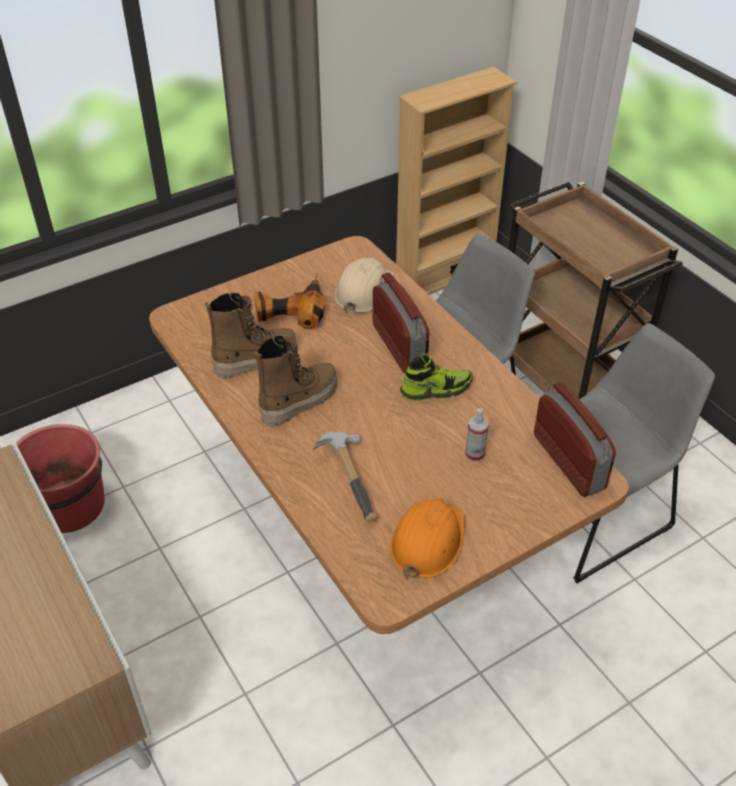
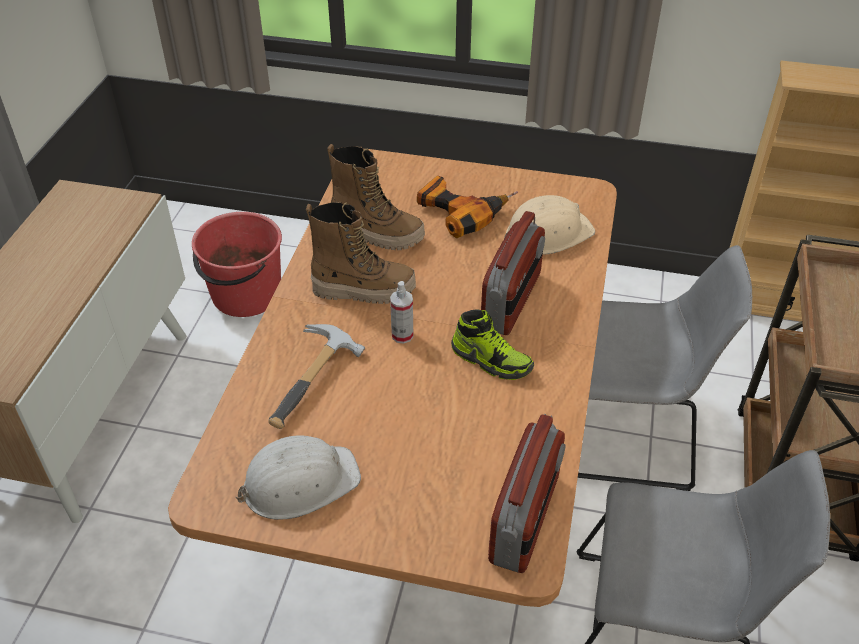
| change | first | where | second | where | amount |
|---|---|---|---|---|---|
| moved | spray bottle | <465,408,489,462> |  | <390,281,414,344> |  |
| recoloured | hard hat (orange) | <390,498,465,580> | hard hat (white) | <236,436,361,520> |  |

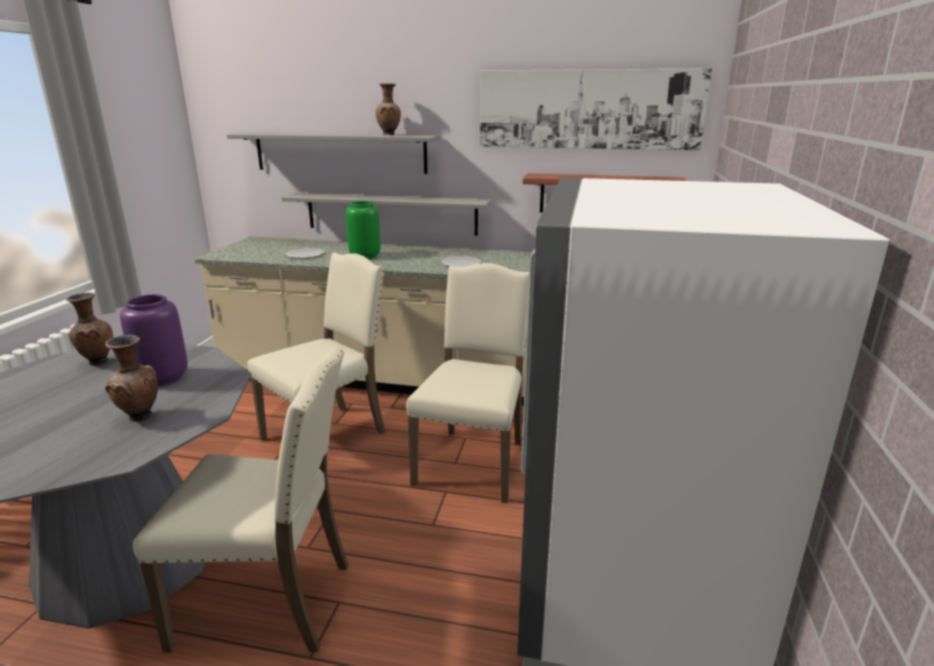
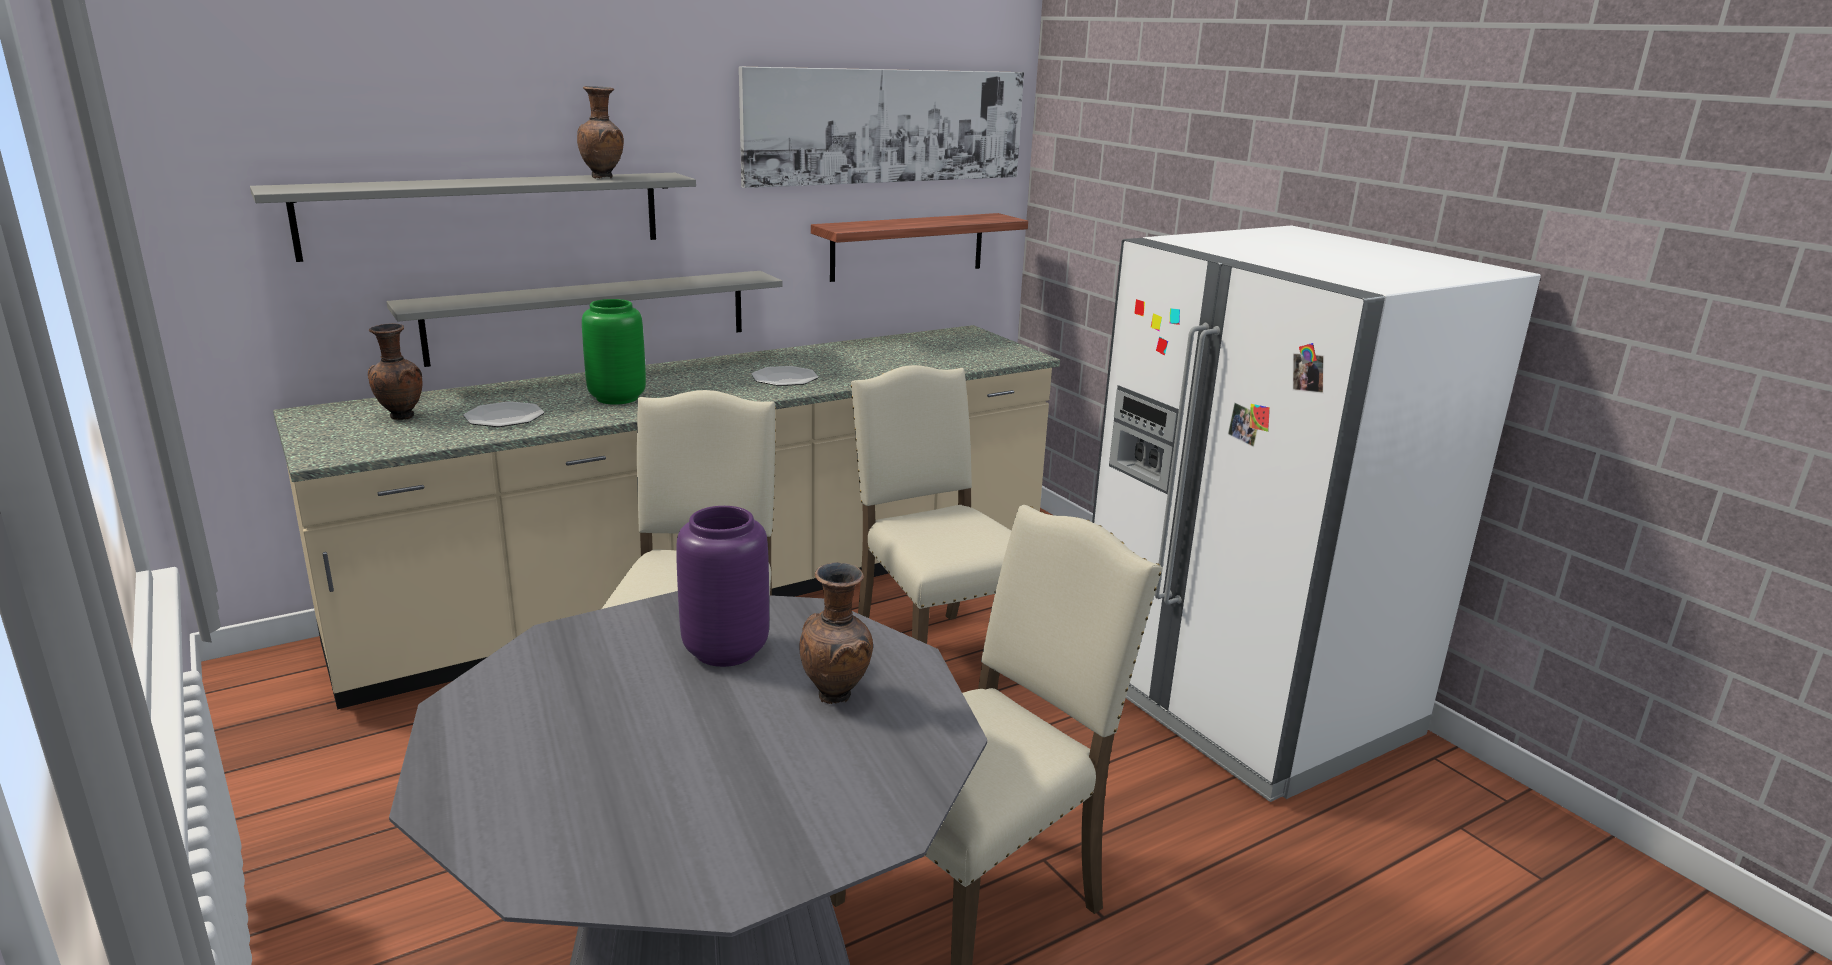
| change | first | where | second | where | amount |
|---|---|---|---|---|---|
| moved | vase (brown) | <66,293,113,366> |  | <368,323,423,420> |  |

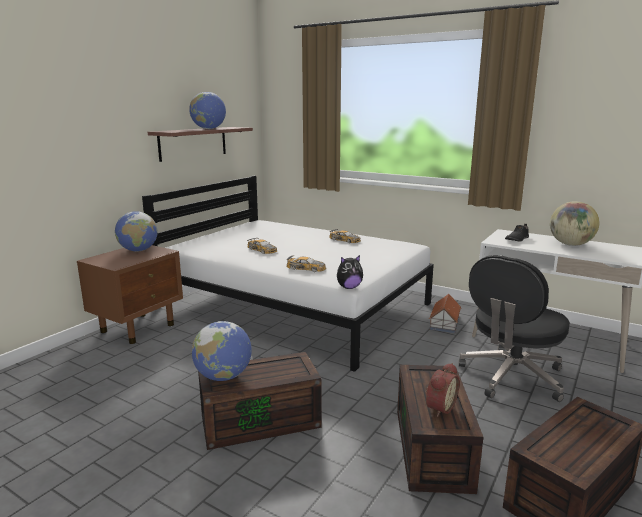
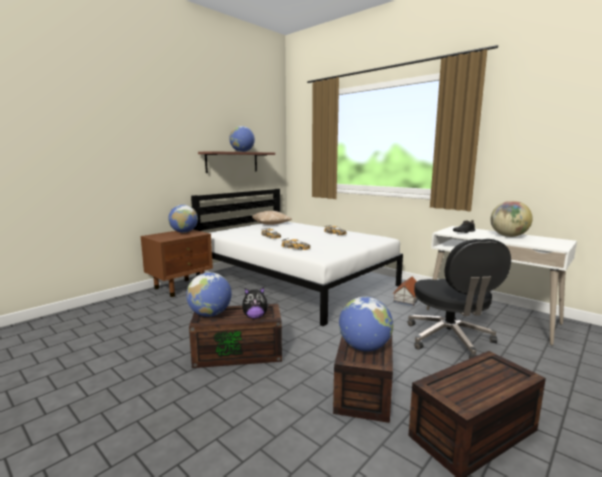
| change | first | where | second | where | amount |
|---|---|---|---|---|---|
| added |  |  | pillow | <252,211,292,225> |  |
| moved | plush toy | <336,255,363,289> |  | <242,288,269,319> |  |
| replaced | alarm clock | <425,363,460,417> | globe | <339,297,393,351> |  |
| turned | office chair (black) | <458,255,570,402> |  | <407,239,511,359> | 60 degrees counterclockwise |

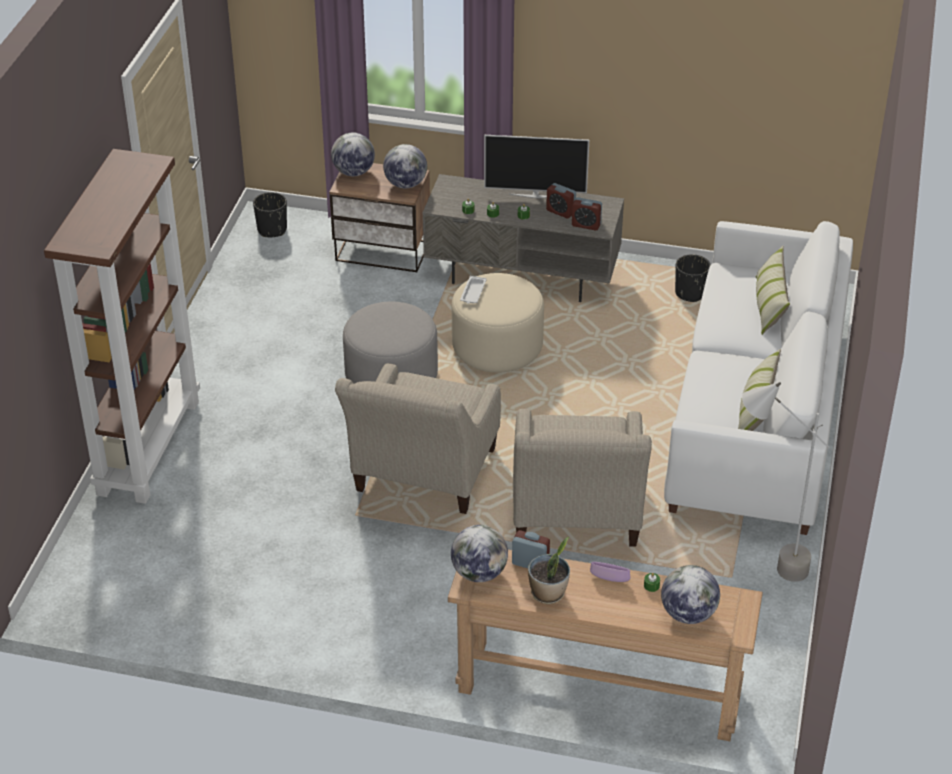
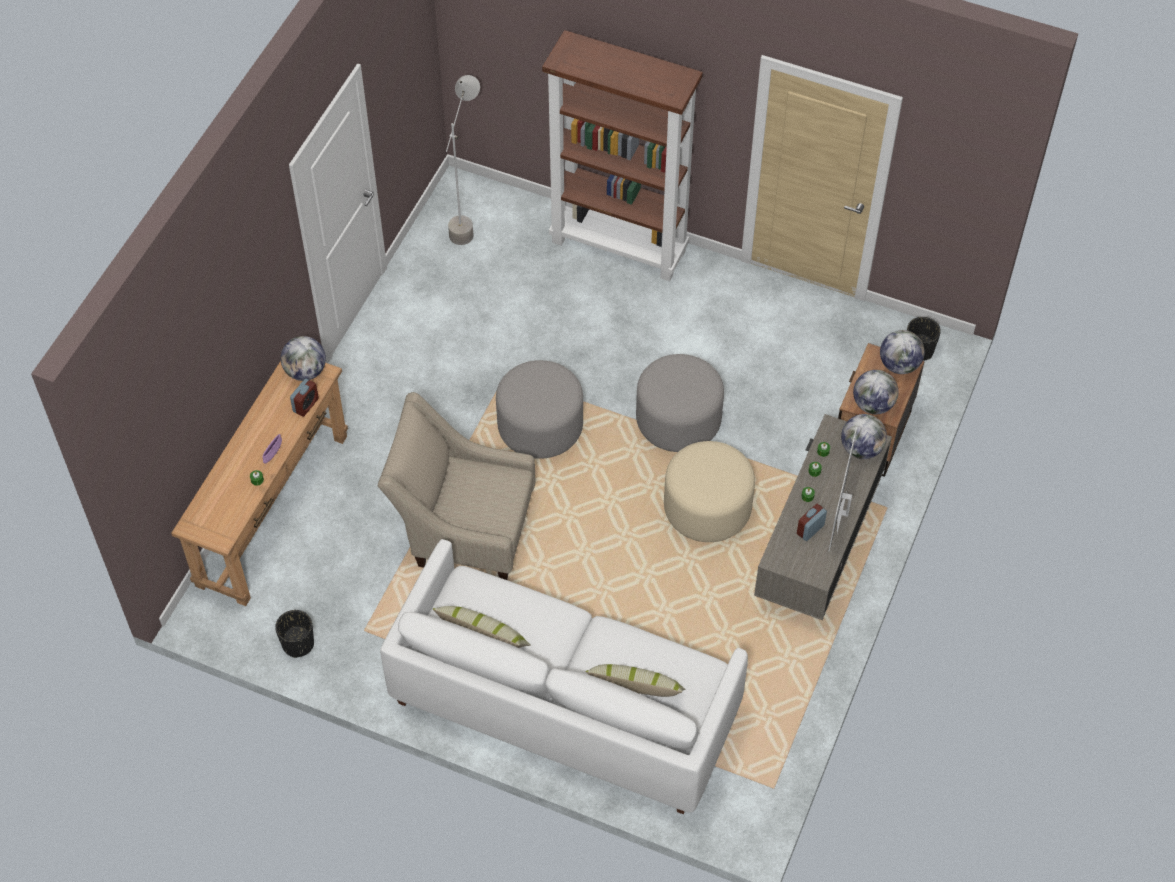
| change | first | where | second | where | amount |
|---|---|---|---|---|---|
| removed | tray (white) | <460,276,487,304> |  |  |  |
| removed | potted plant | <528,537,570,604> |  |  |  |
| removed | alarm clock | <572,197,602,230> |  |  |  |
| moved | globe | <661,565,720,624> |  | <841,414,887,459> |  |
| moved | planter (black) | <675,254,711,302> |  | <275,610,314,658> |  |
| moved | floor lamp (grey) | <742,382,829,582> |  | <446,75,480,245> |  |
| replaced | armchair (beige) | <335,363,501,514> | ottoman (grey) | <496,360,583,459> |  |

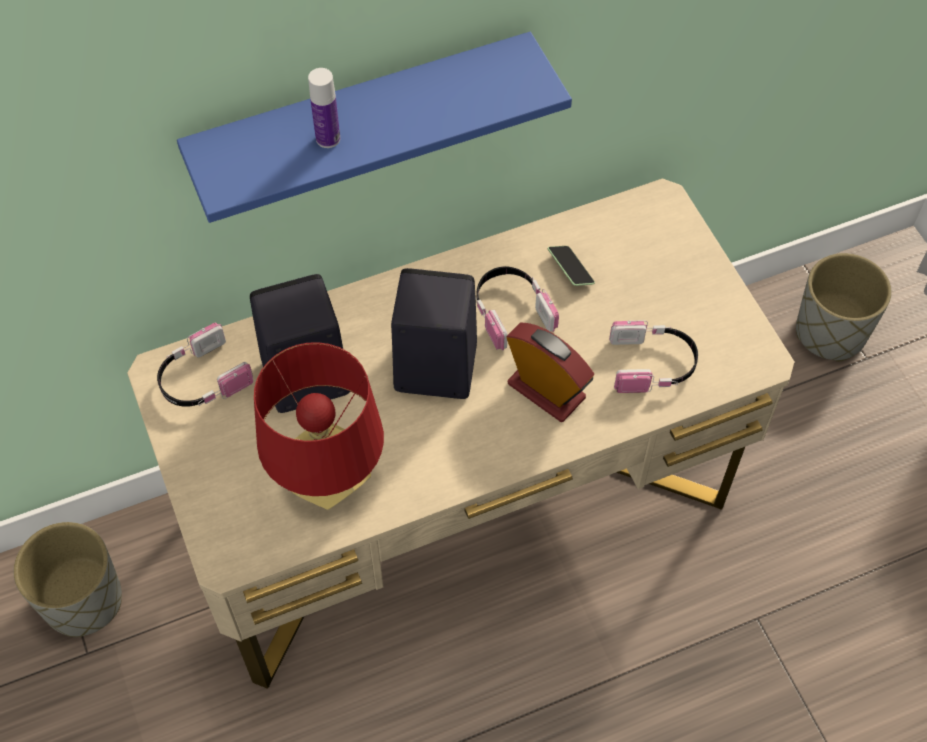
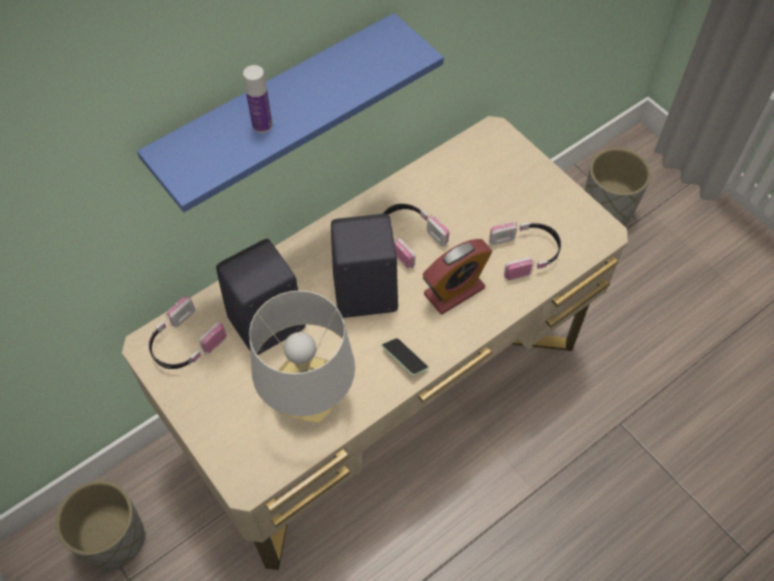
| change | first | where | second | where | amount |
|---|---|---|---|---|---|
| moved | phone | <548,246,595,286> |  | <381,338,428,376> |  |
| recoloured | table lamp (red) | <254,342,384,510> | table lamp (grey) | <249,290,355,423> |  |
| turned | alarm clock | <506,322,594,422> |  | <423,239,492,314> | 120 degrees clockwise |

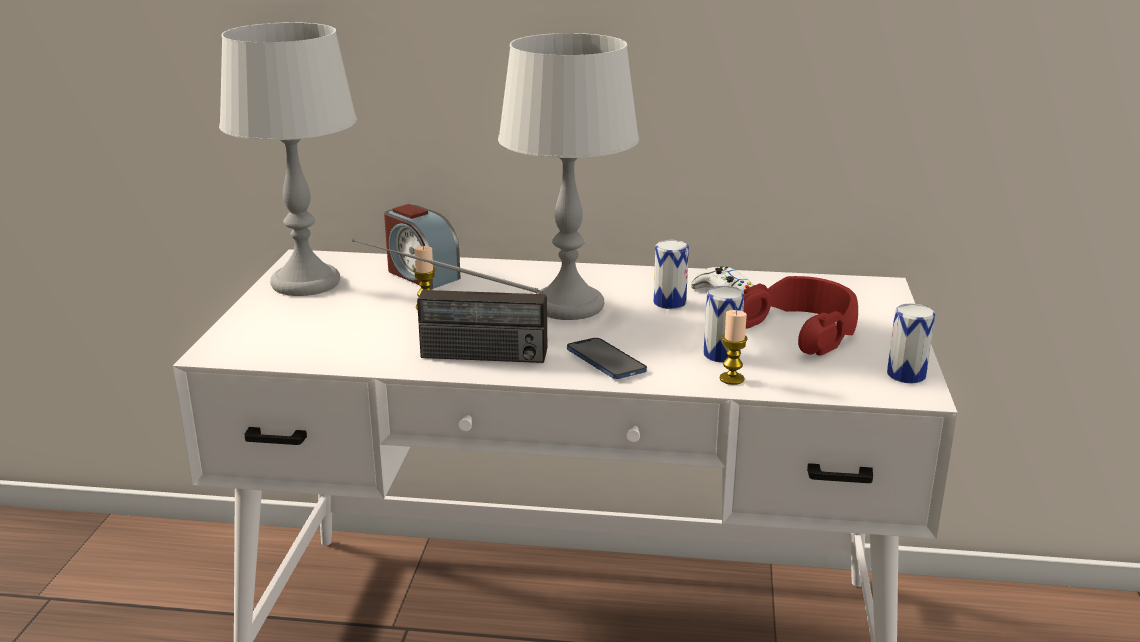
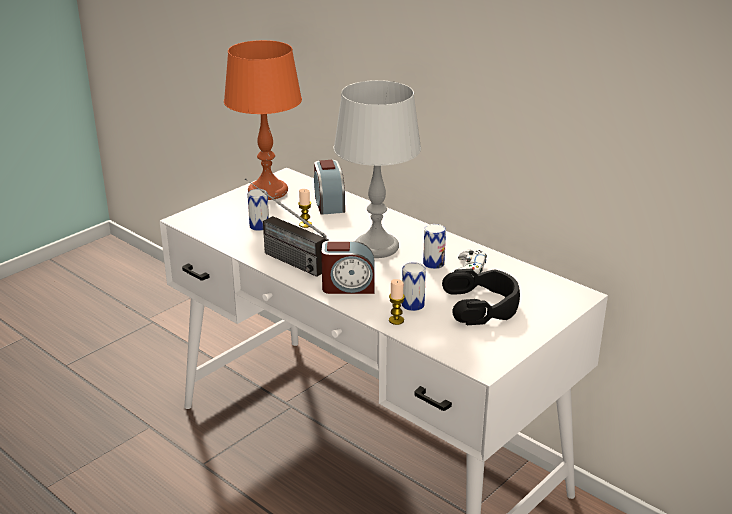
| change | first | where | second | where | amount |
|---|---|---|---|---|---|
| moved | can | <887,304,935,383> |  | <247,189,269,231> |  |
| replaced | phone | <567,338,647,379> | alarm clock | <321,241,375,294> |  |
| recoloured | table lamp (grey) | <219,22,357,296> | table lamp (orange) | <224,40,302,200> |  |
| recoloured | headphones (red) | <743,276,858,356> | headphones (black) | <442,269,520,325> |  |

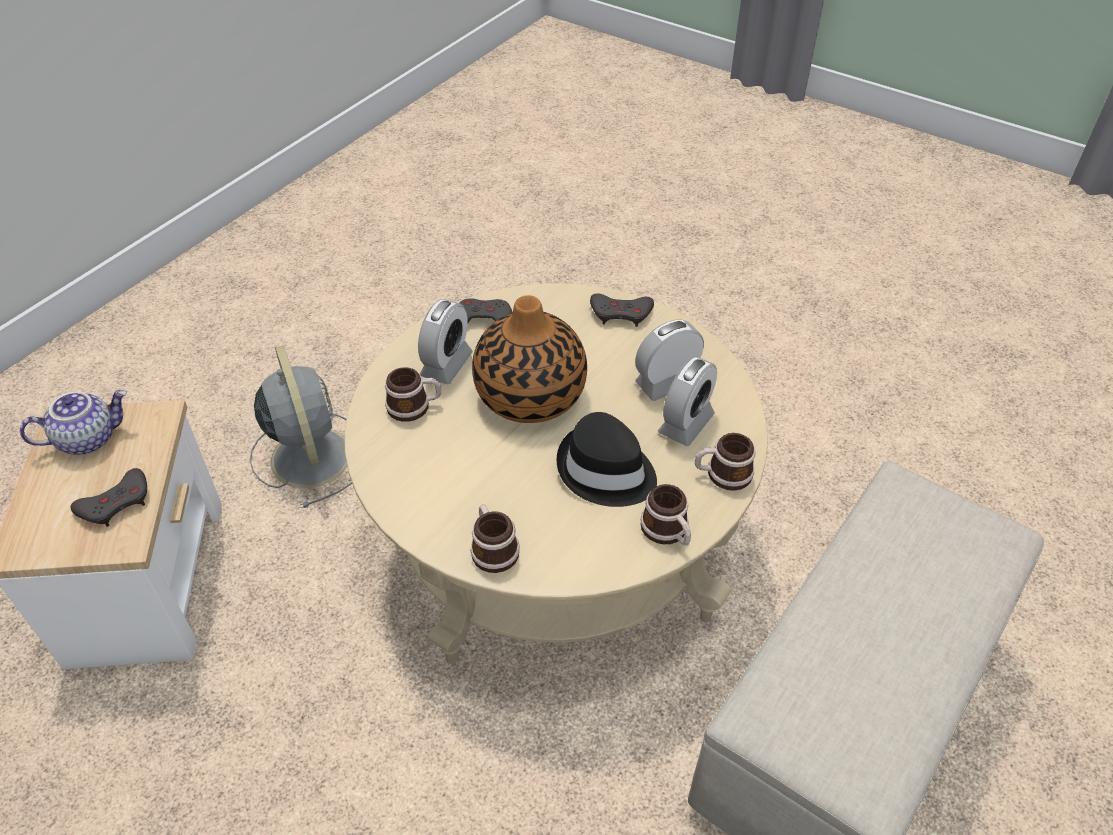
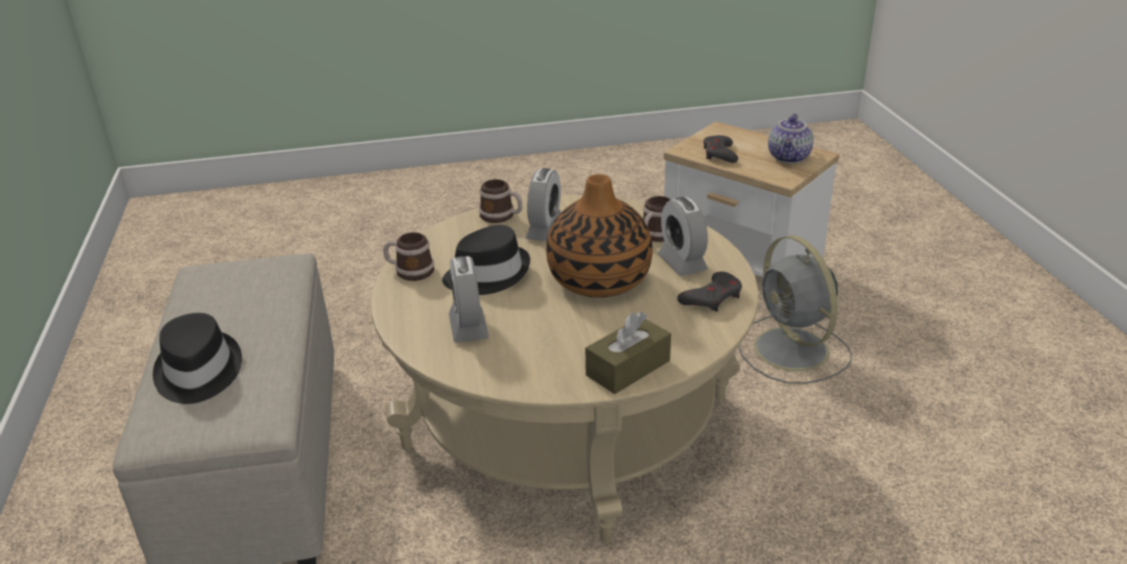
| change | first | where | second | where | amount |
|---|---|---|---|---|---|
| removed | mug | <695,433,755,491> |  |  |  |
| added |  |  | hat (black) | <153,313,242,404> |  |
| moved | alarm clock | <635,320,704,401> |  | <525,168,561,241> |  |
| replaced | game controller (grey) | <590,293,654,327> | tissue box (brown) | <585,312,671,394> |  |
| turned | fan (grey) | <249,345,352,508> |  | <738,235,852,384> | 45 degrees clockwise |

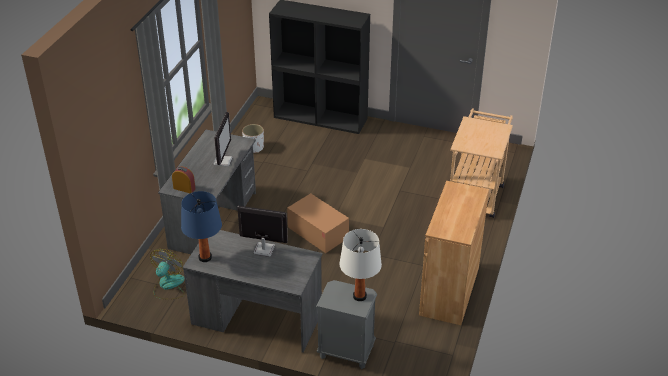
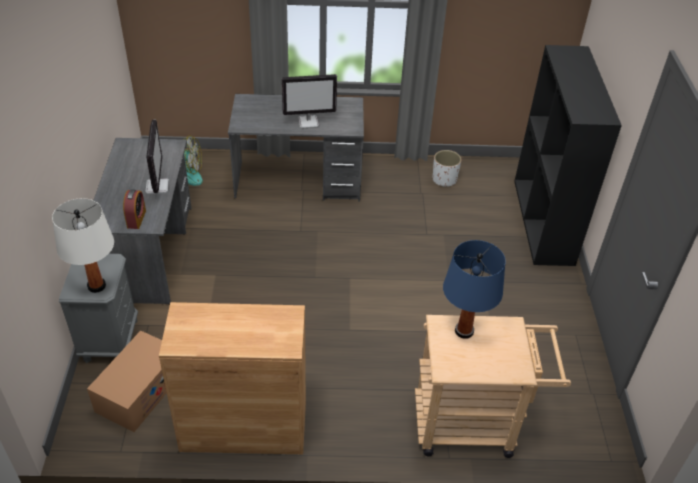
| change | first | where | second | where | amount |
|---|---|---|---|---|---|
| moved | alarm clock | <172,167,196,193> |  | <123,189,146,229> |  |
| moved | table lamp (blue) | <181,191,222,262> |  | <443,240,506,339> |  |
| moved | cardboard box | <287,193,349,253> |  | <87,330,167,432> |  |

